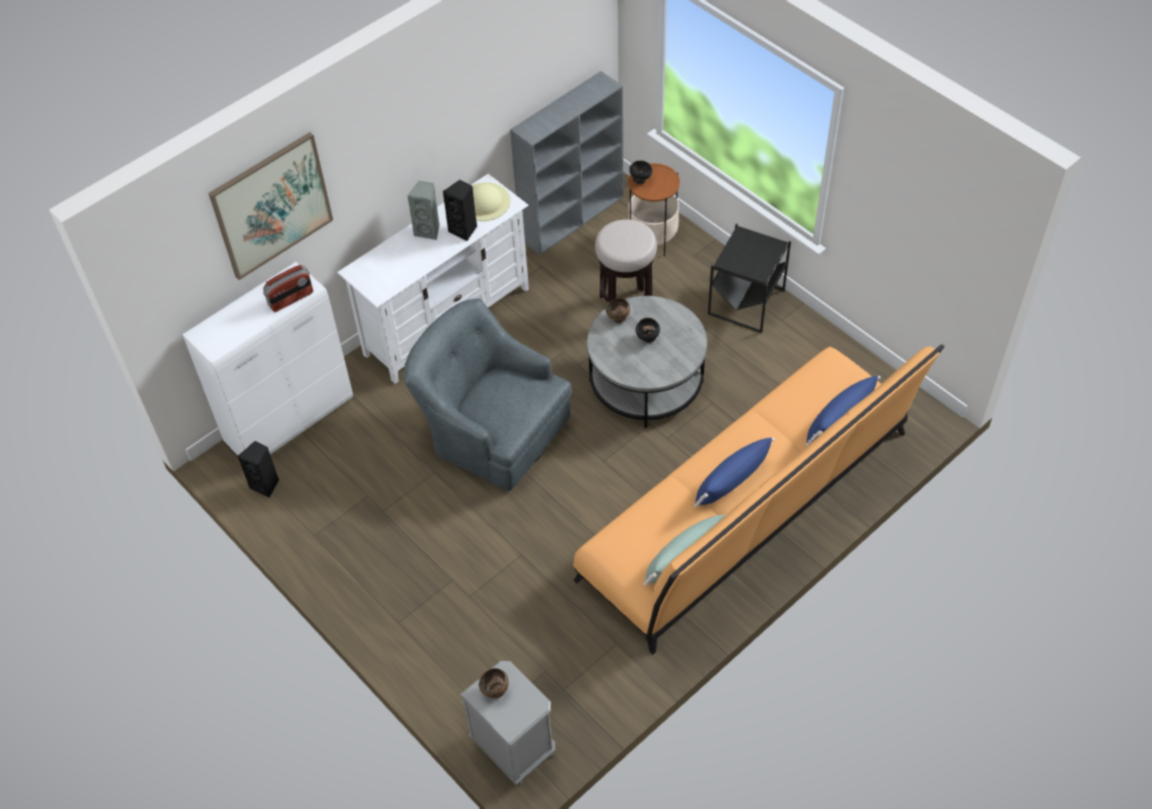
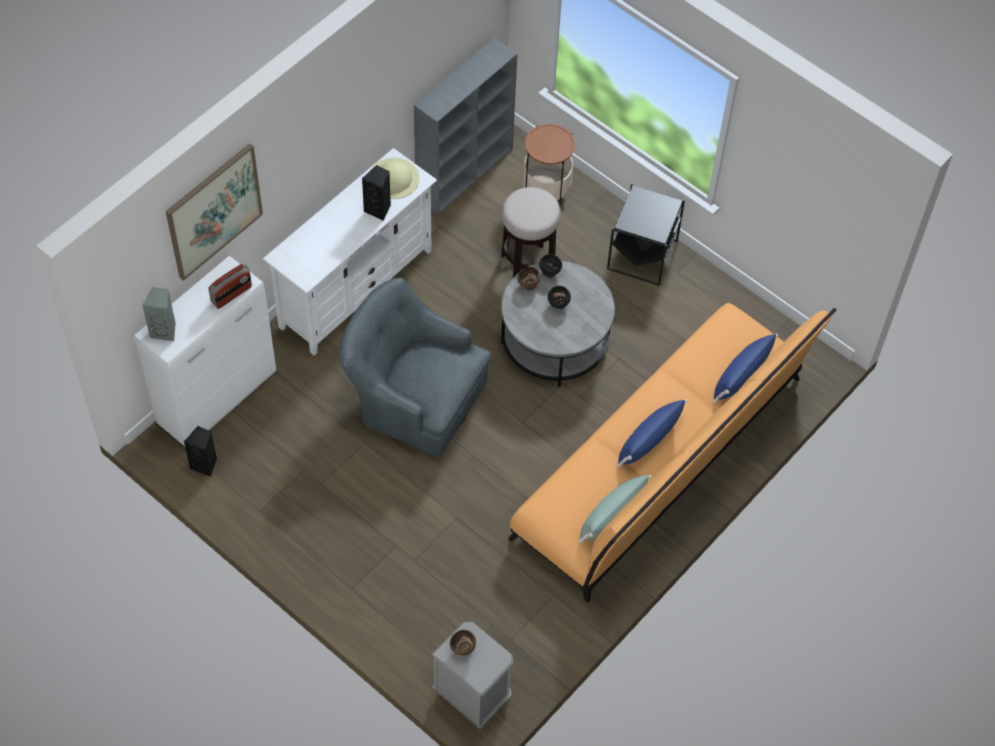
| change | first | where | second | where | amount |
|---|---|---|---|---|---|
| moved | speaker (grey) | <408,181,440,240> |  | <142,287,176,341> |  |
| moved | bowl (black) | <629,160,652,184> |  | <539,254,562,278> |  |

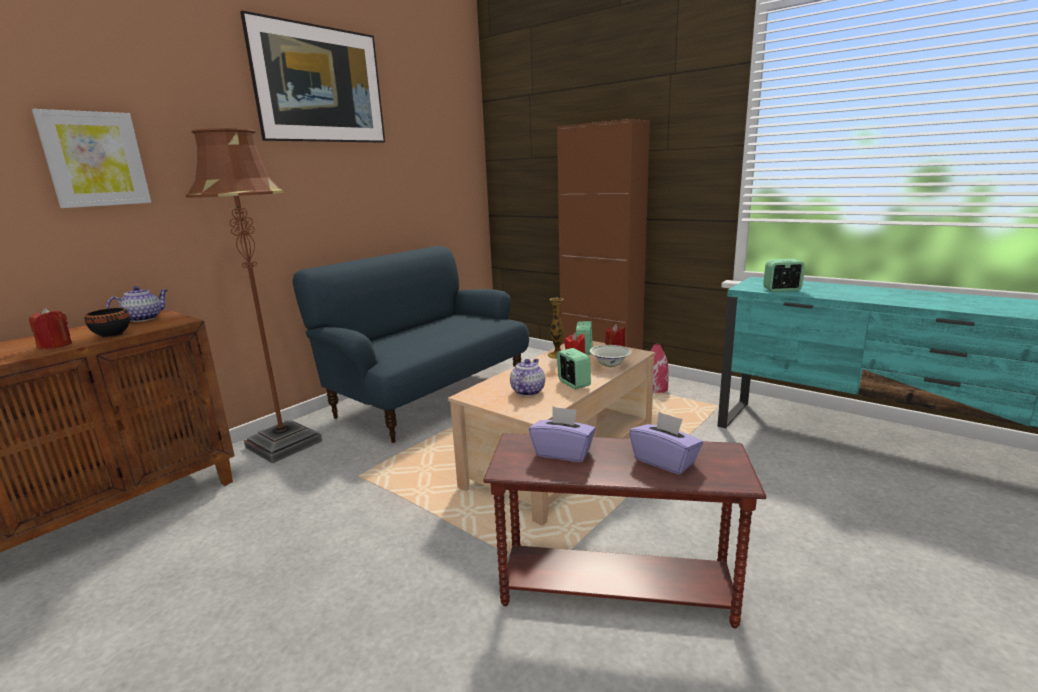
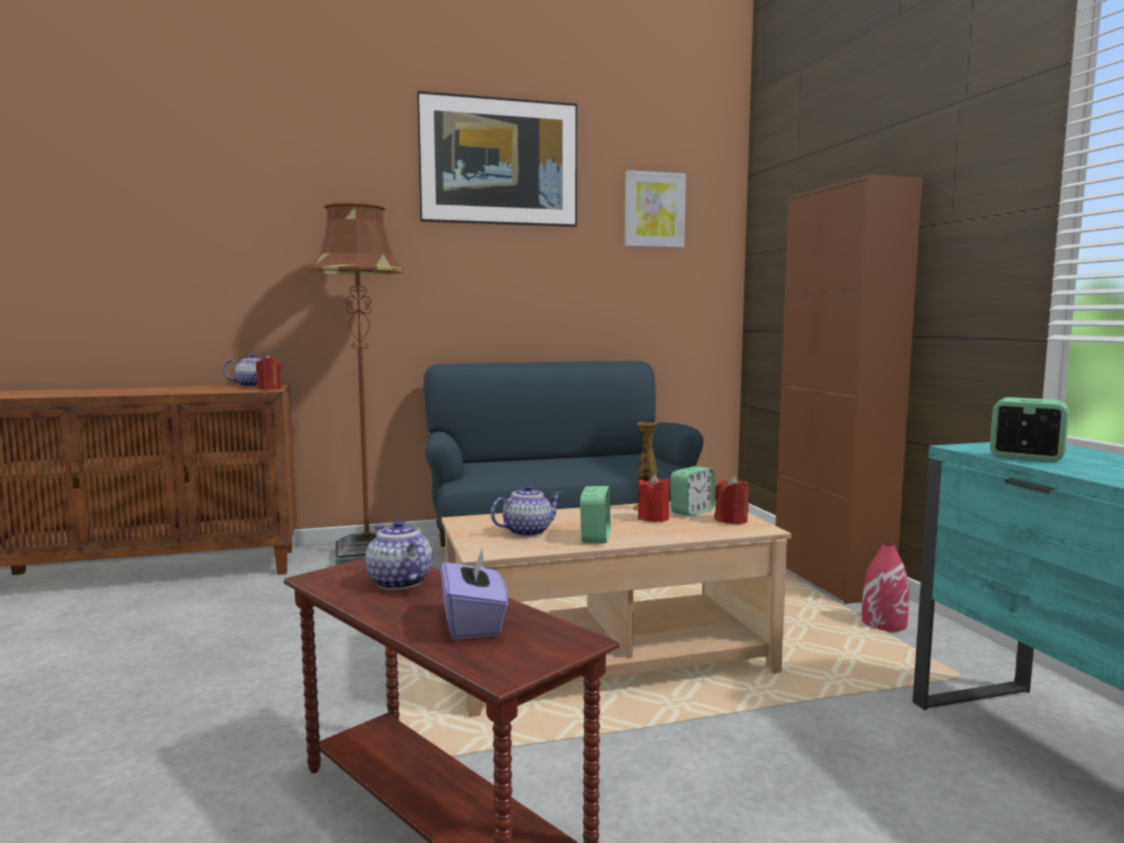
| change | first | where | second | where | amount |
|---|---|---|---|---|---|
| removed | bowl (black) | <85,308,130,339> |  |  |  |
| removed | bowl (white) | <590,345,632,367> |  |  |  |
| moved | candle (red) | <29,308,72,349> |  | <256,355,282,390> |  |
| moved | picture | <32,109,151,208> |  | <624,170,686,248> |  |
| replaced | tissue box (purple) | <529,406,596,462> | teapot | <365,520,433,590> |  |

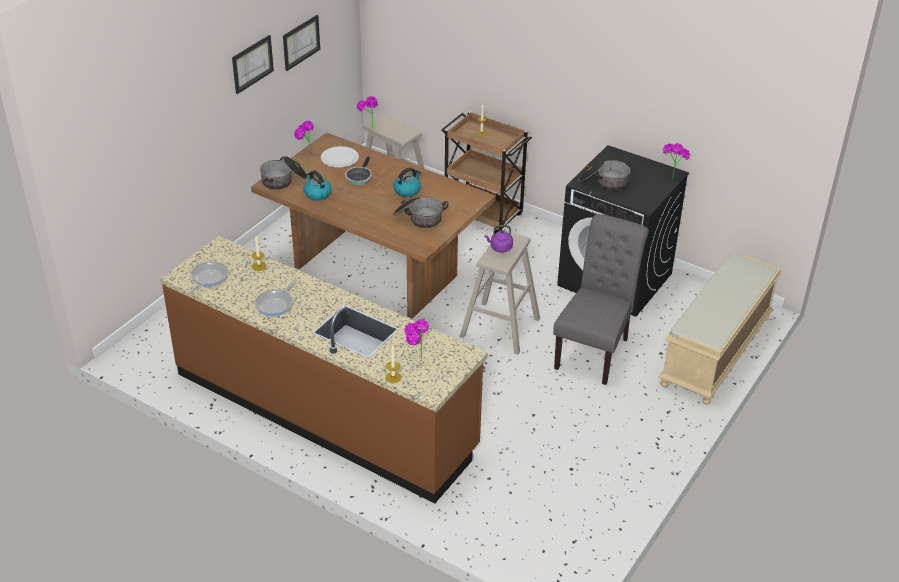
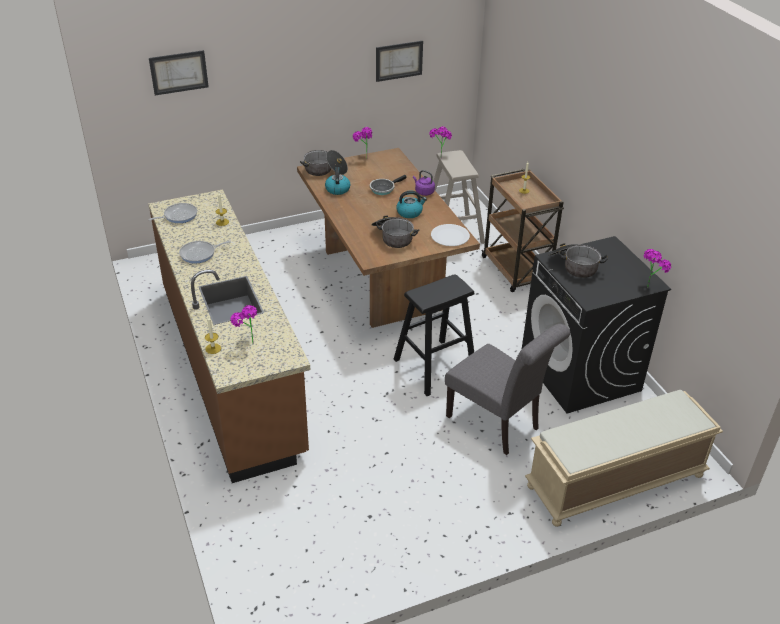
| change | first | where | second | where | amount |
|---|---|---|---|---|---|
| moved | picture | <232,35,274,94> |  | <149,50,209,95> |  |
| moved | plate (white) | <321,146,359,167> |  | <431,224,470,246> |  |
| moved | kettle (purple) | <484,225,513,253> |  | <413,170,435,196> |  |
| recoloured | stool (beige) | <460,231,540,355> | stool (black) | <394,274,474,396> |  |
| turned | chair (grey) | <553,214,649,385> |  | <445,324,570,455> | 75 degrees clockwise |

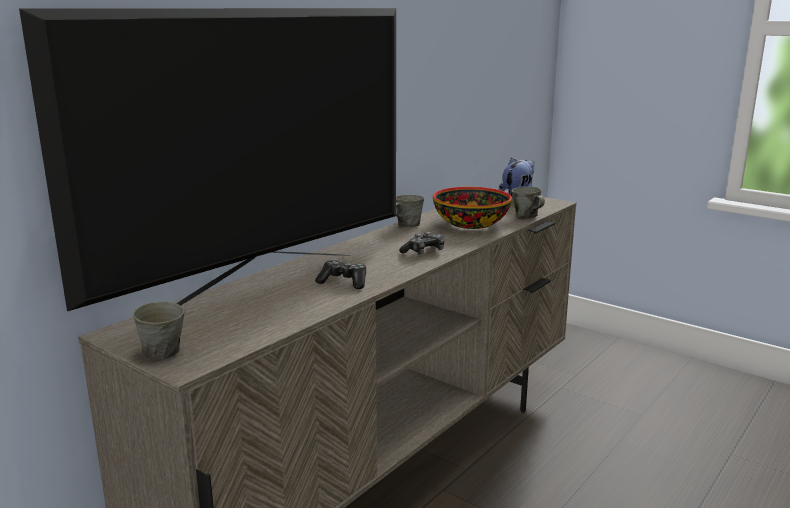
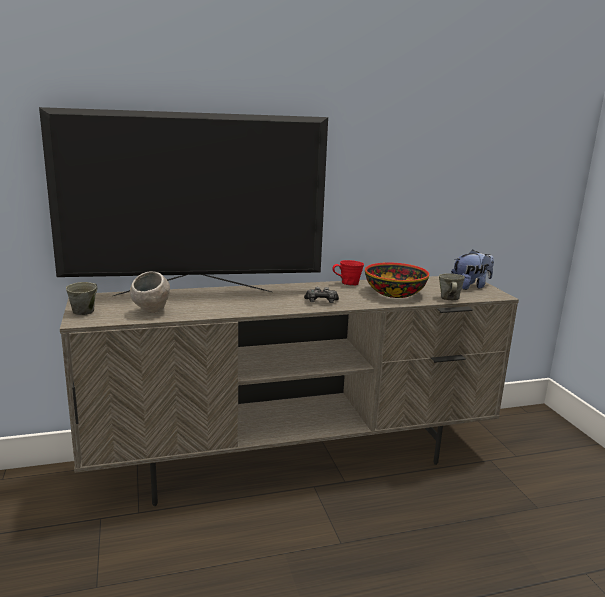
| change | first | where | second | where | amount |
|---|---|---|---|---|---|
| removed | game controller | <315,260,366,289> |  |  |  |
| added |  |  | bowl (grey) | <130,271,170,313> |  |
| recoloured | mug (grey) | <396,195,424,227> | mug (red) | <332,260,364,286> |  |

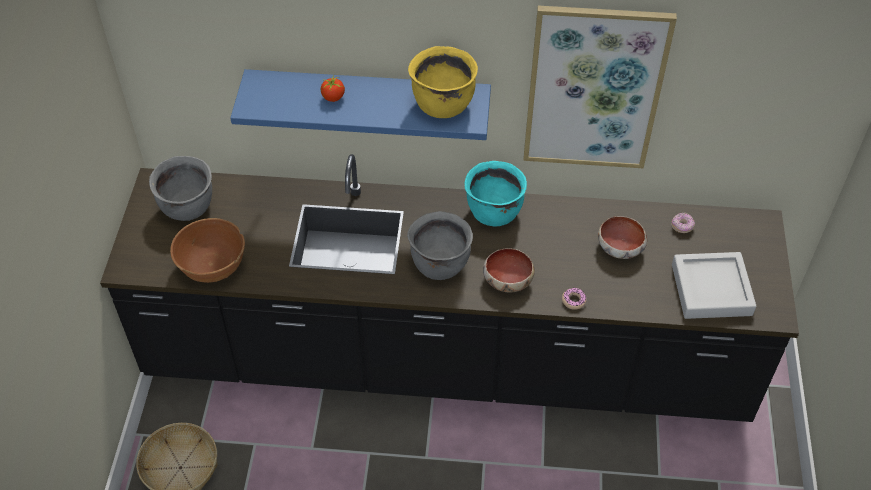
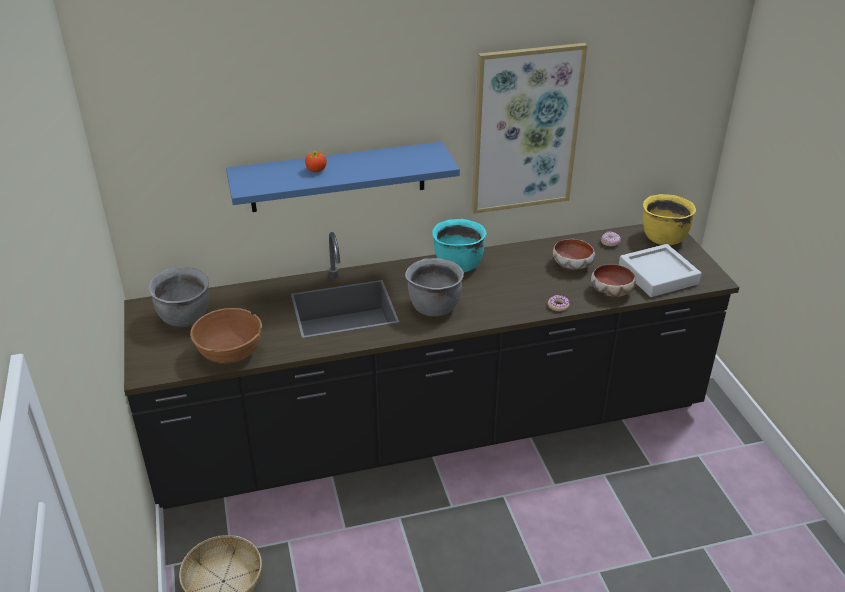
| change | first | where | second | where | amount |
|---|---|---|---|---|---|
| moved | cooking pot (yellow) | <408,46,478,118> |  | <643,194,696,245> |  |
| moved | bowl | <483,248,534,292> |  | <591,264,636,297> |  |

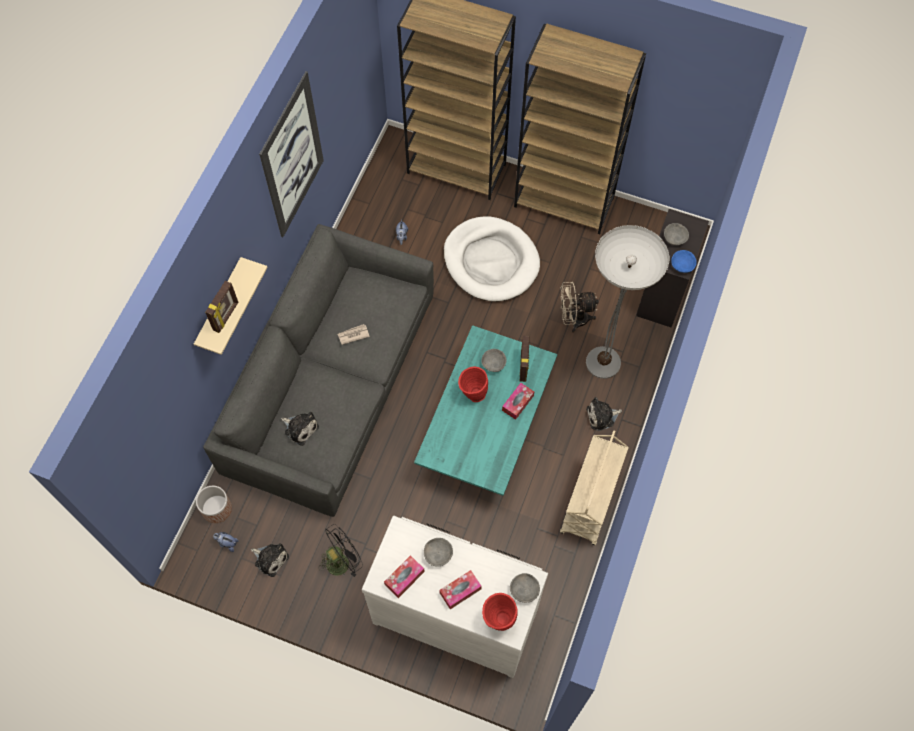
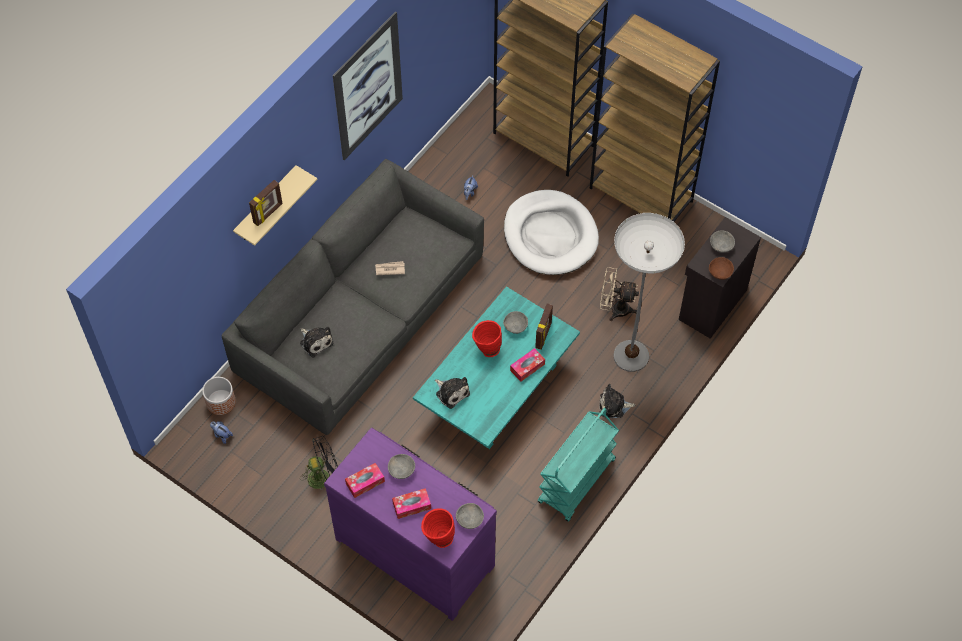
| change | first | where | second | where | amount |
|---|---|---|---|---|---|
| moved | plush toy | <251,543,289,577> |  | <435,377,470,409> |  |
| recoloured | dresser (white) | <362,515,548,678> | dresser (purple) | <324,428,497,621> |  |
| recoloured | cart (beige) | <560,430,629,545> | cart (turquoise) | <538,408,619,522> |  |
| recoloured | bowl (blue) | <671,250,697,273> | bowl (brown) | <709,257,734,280> |  |

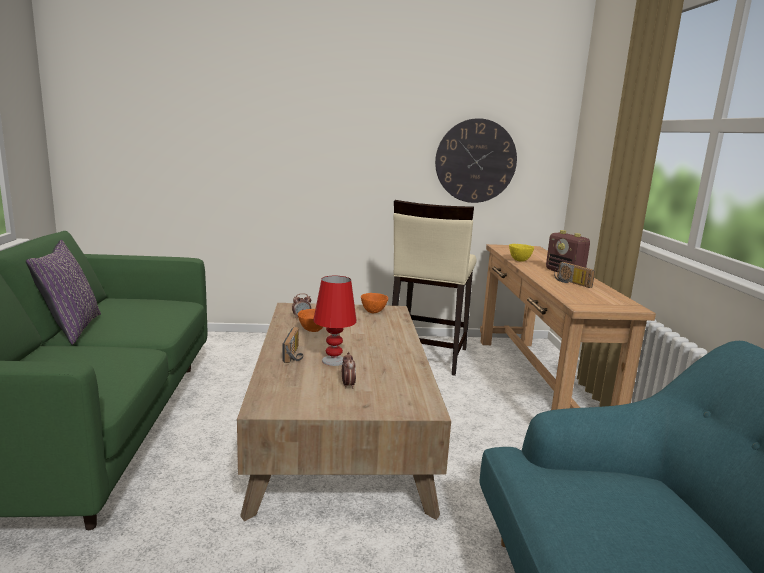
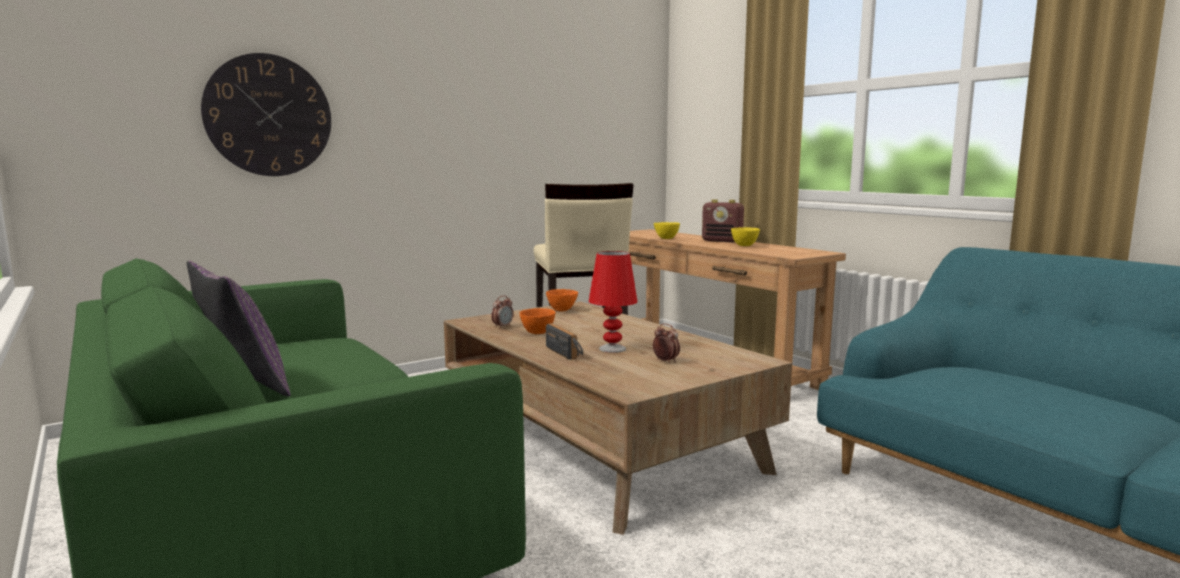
| change | first | where | second | where | amount |
|---|---|---|---|---|---|
| moved | wall clock | <435,118,517,203> |  | <201,53,331,176> |  |
| replaced | radio | <554,262,595,288> | bowl (yellow) | <731,227,760,246> |  |

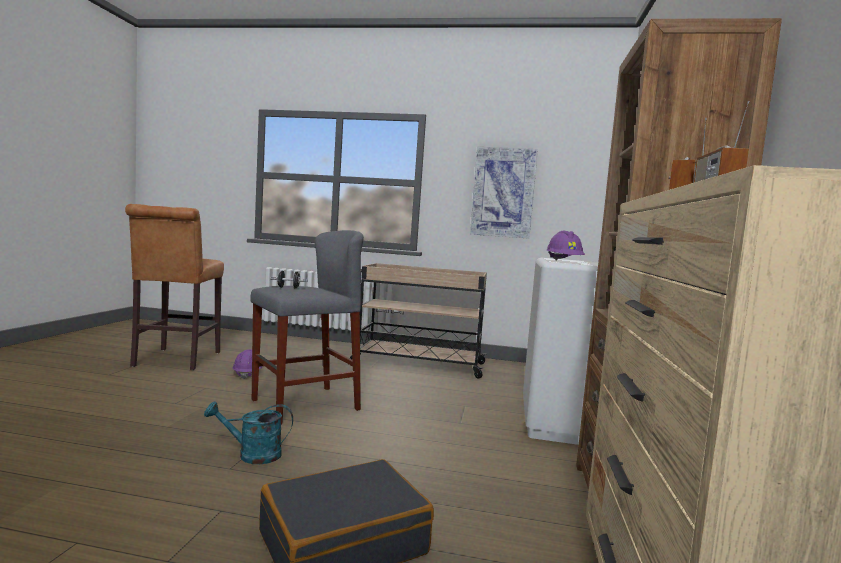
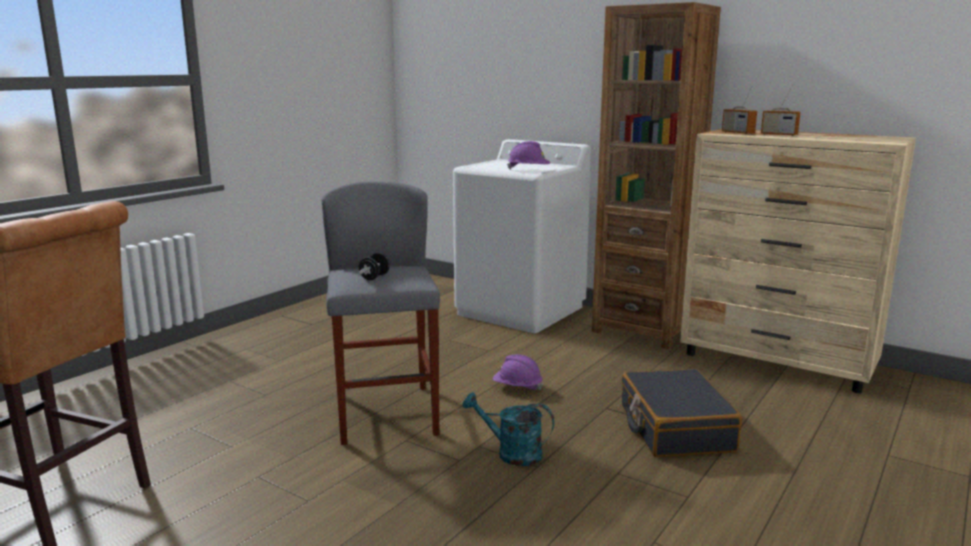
| change | first | where | second | where | amount |
|---|---|---|---|---|---|
| removed | cart (beige) | <350,263,487,379> |  |  |  |
| removed | picture | <470,147,538,239> |  |  |  |
| moved | hard hat (purple) | <232,349,263,379> |  | <493,354,543,391> |  |
| turned | watering can (turquoise) | <204,401,293,464> |  | <462,392,554,466> | 90 degrees clockwise |

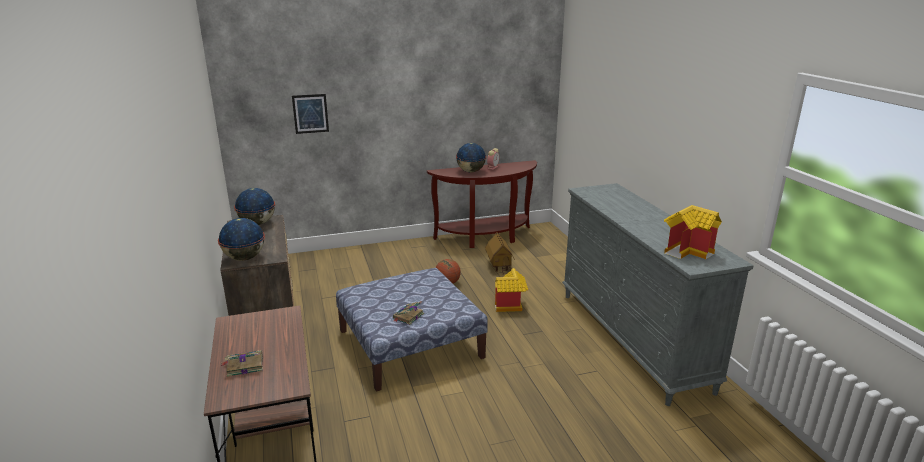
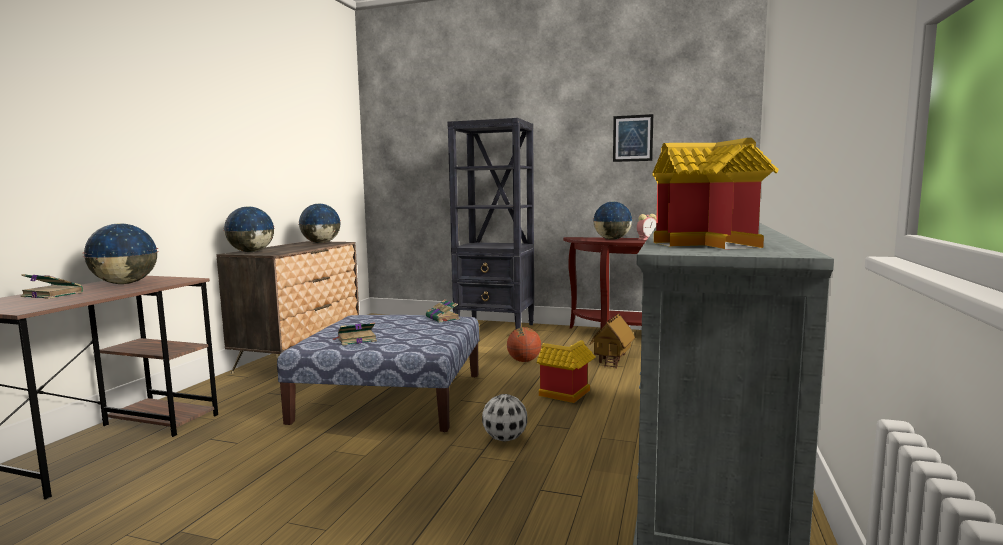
| change | first | where | second | where | amount |
|---|---|---|---|---|---|
| added |  |  | globe | <83,223,158,284> |  |
| added |  |  | book | <426,299,460,323> |  |
| added |  |  | bookcase (black) | <447,118,534,329> |  |
| added |  |  | football | <482,394,527,441> |  |
| moved | picture | <292,94,329,134> |  | <613,114,653,162> |  |

